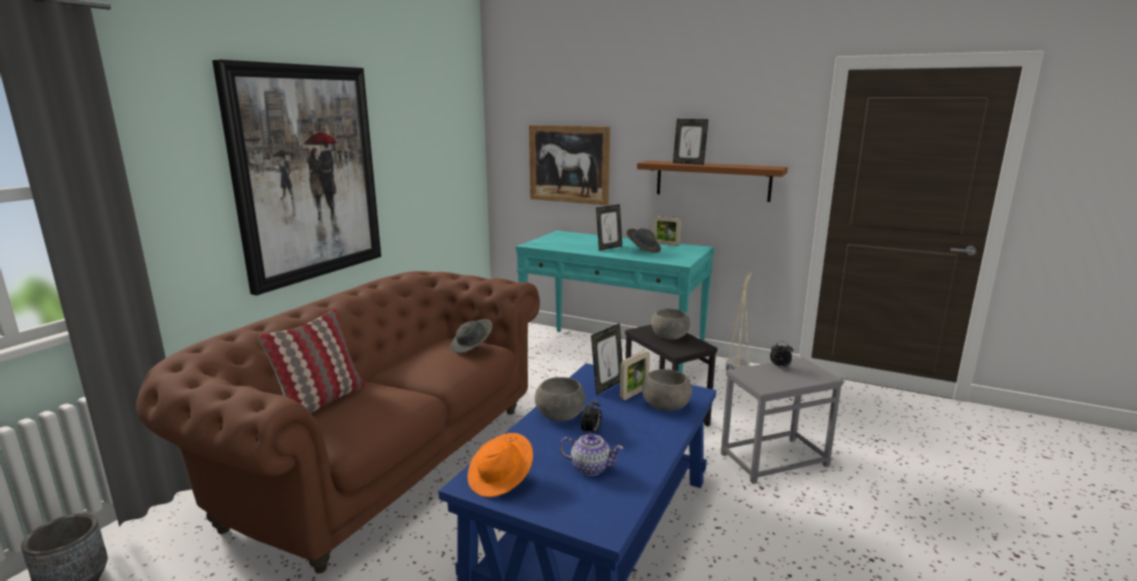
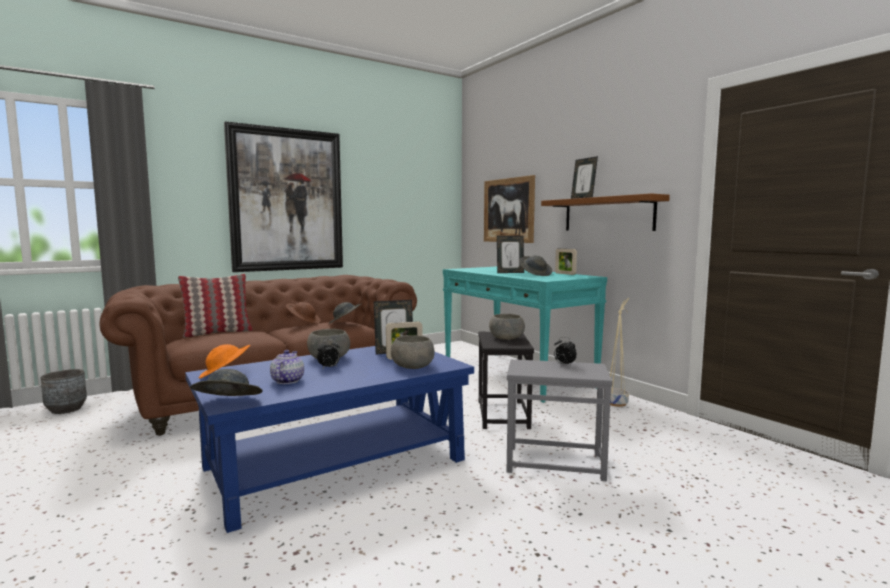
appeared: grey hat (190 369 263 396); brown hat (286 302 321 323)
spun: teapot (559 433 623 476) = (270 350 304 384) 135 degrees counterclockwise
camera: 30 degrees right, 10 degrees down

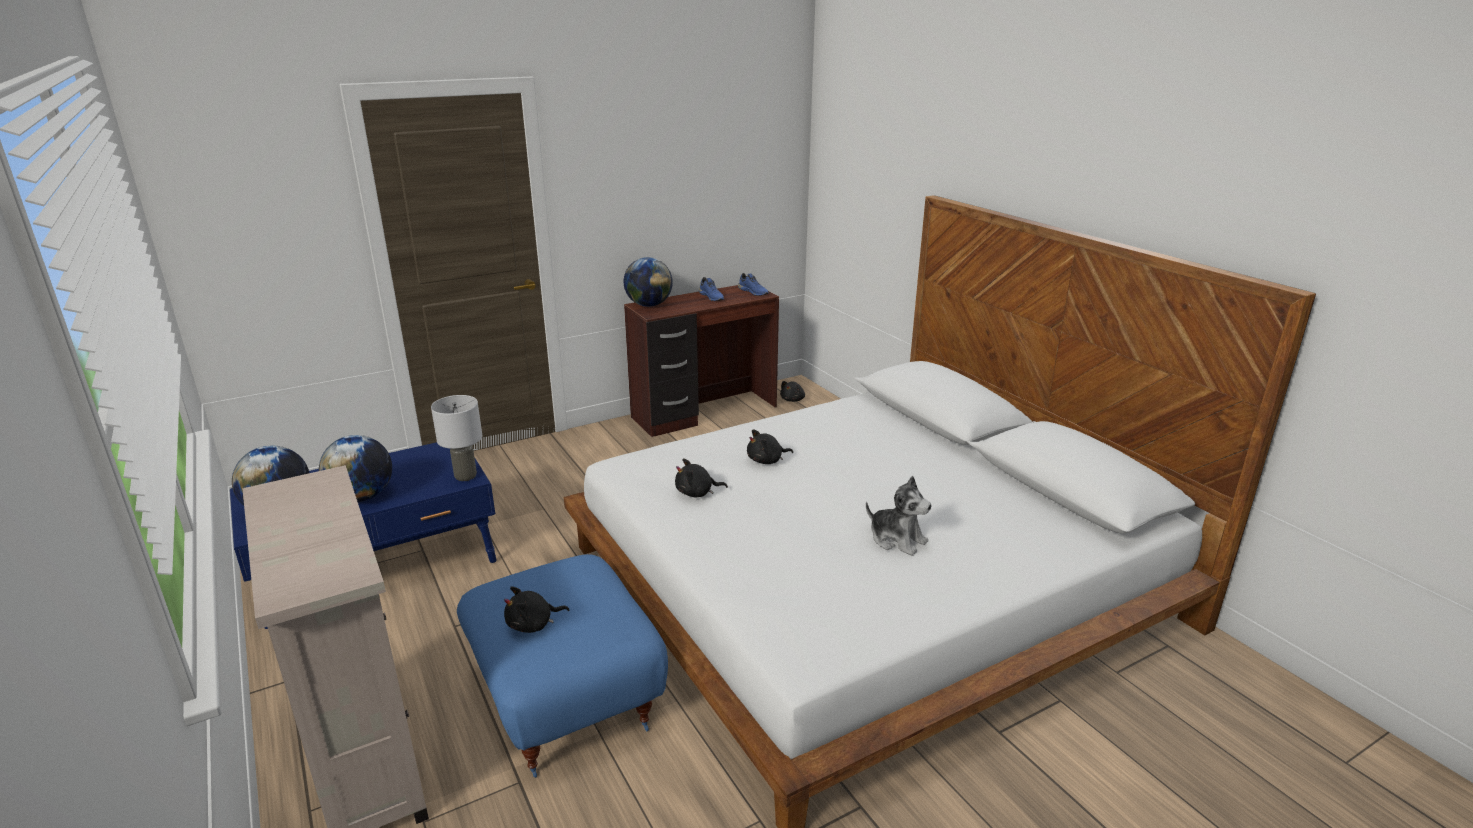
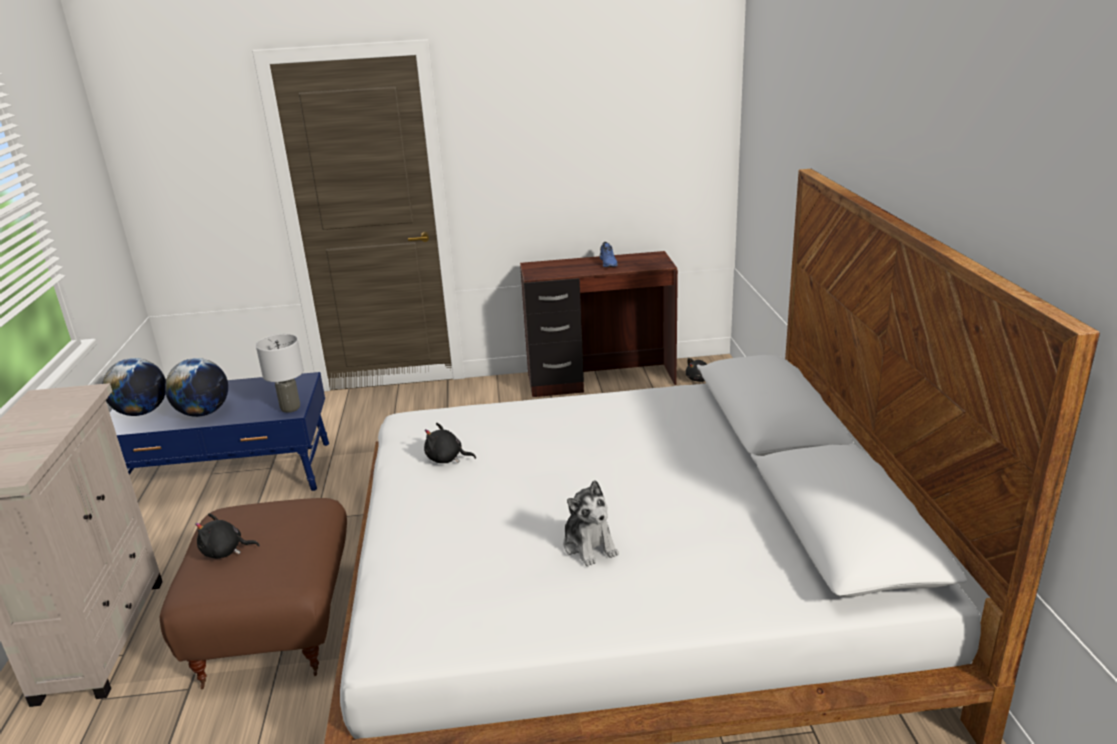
missing: globe (624 257 673 307); blue shoe (738 273 769 296); black plush toy (747 429 793 464)
colour: blue ottoman (457 554 668 778) to brown ottoman (160 498 347 689)
camera: 25 degrees right, 0 degrees up

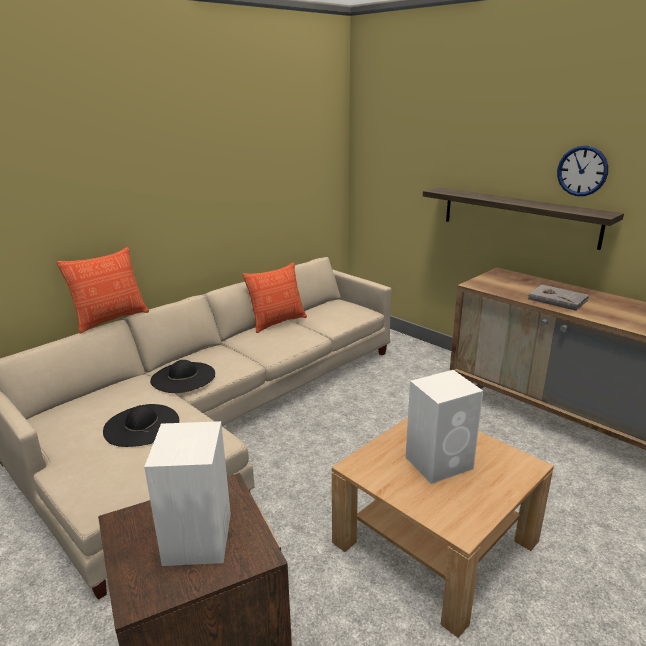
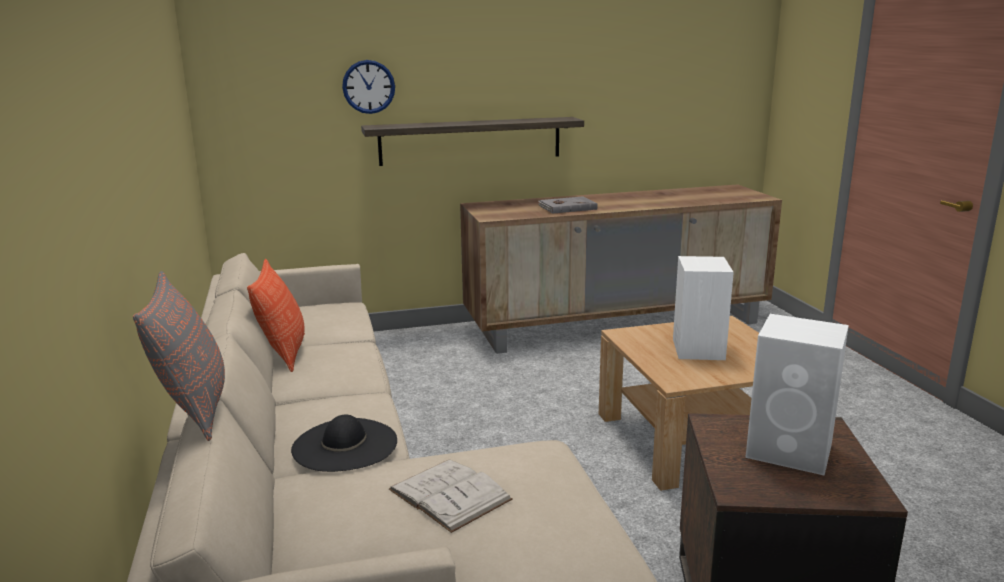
relocated: wall clock (557 146 608 196) to (342 60 395 114)
exchanged: black hat (103 404 179 447) to white book (389 459 513 533)
colour: orange pillow (57 247 149 334) to grey pillow (133 271 225 441)
camera: 60 degrees left, 5 degrees down

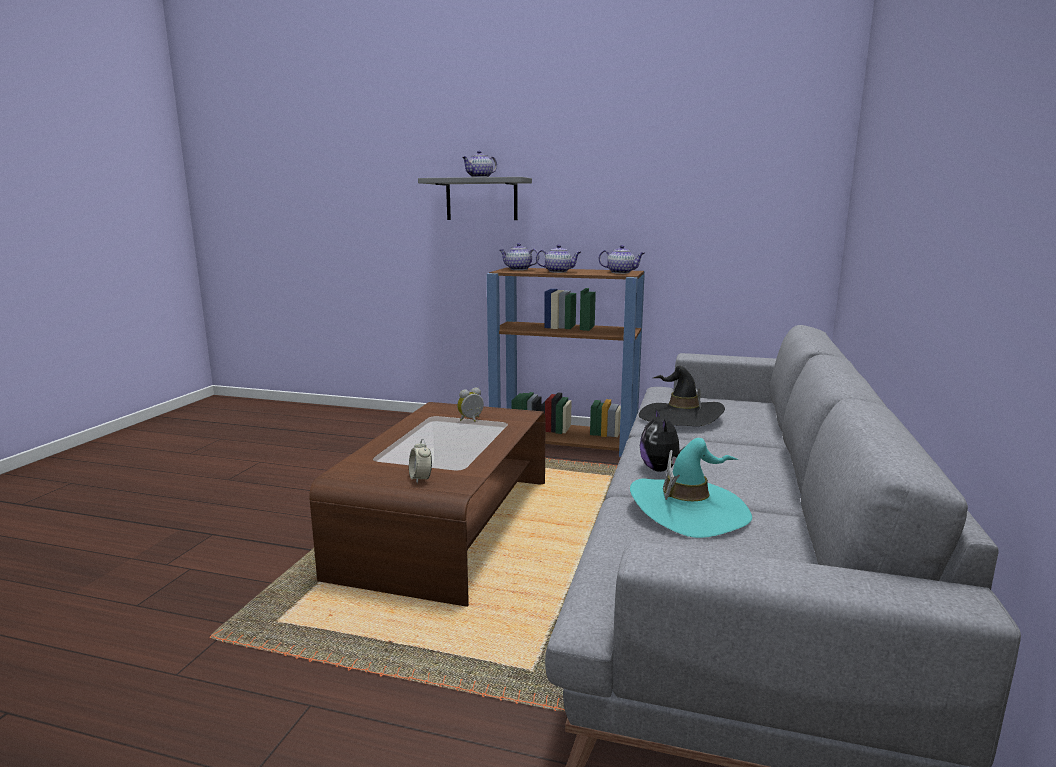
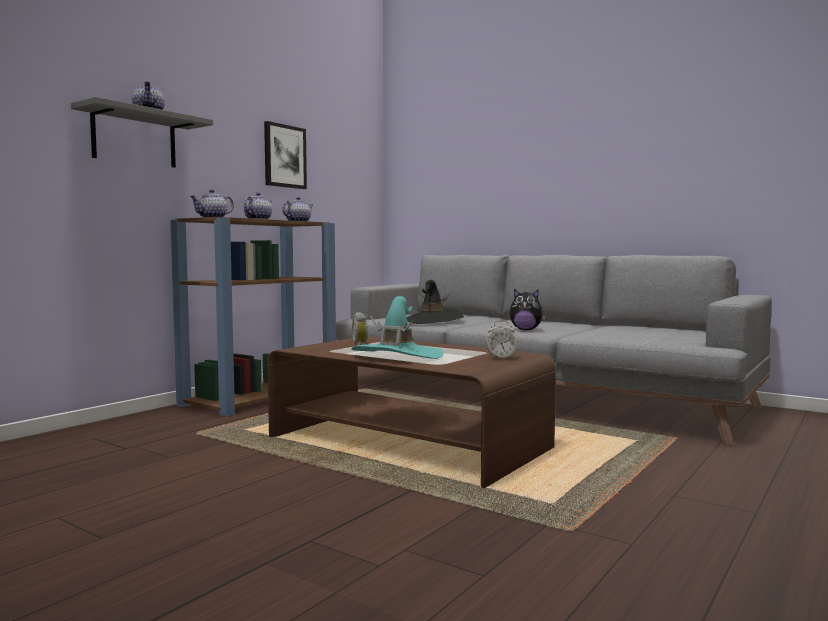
appeared: picture (264 121 307 189)
relocated: turquoise hat (630 438 752 538) to (351 296 444 359)
camera: 70 degrees left, 10 degrees down

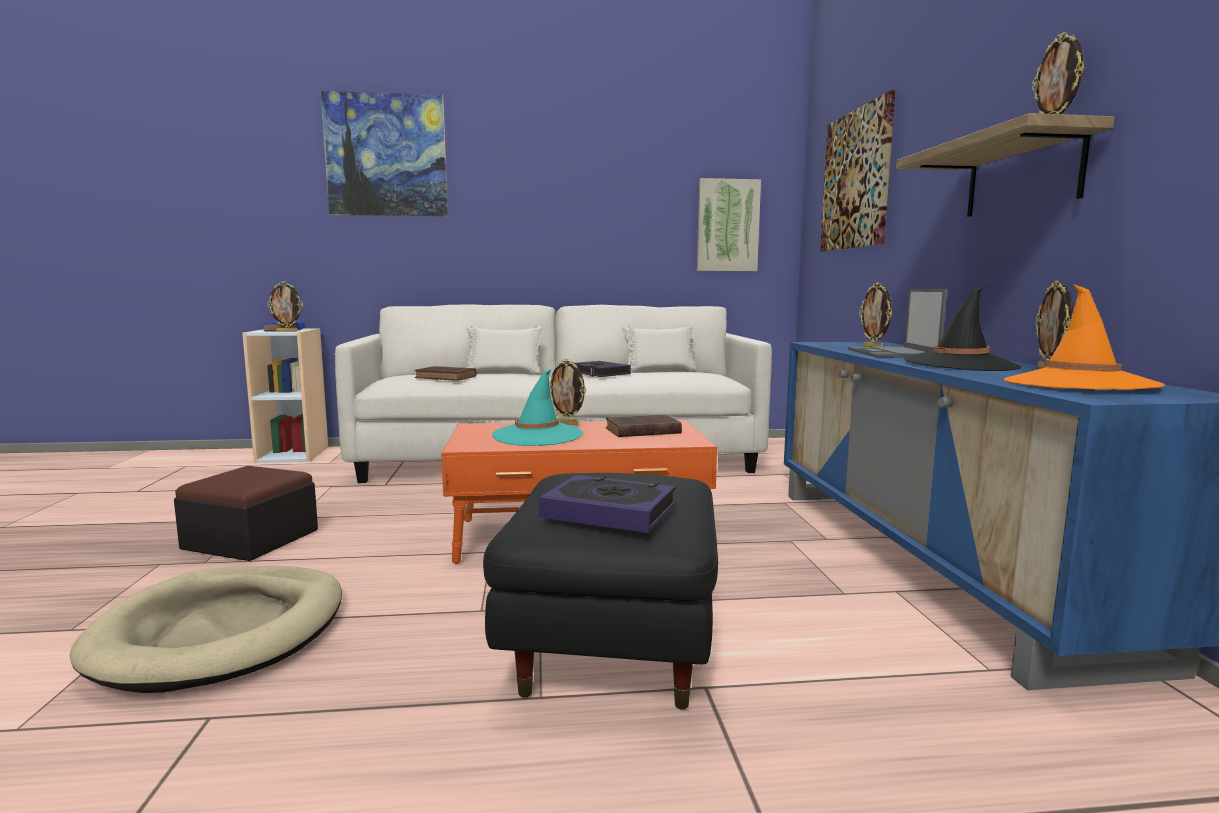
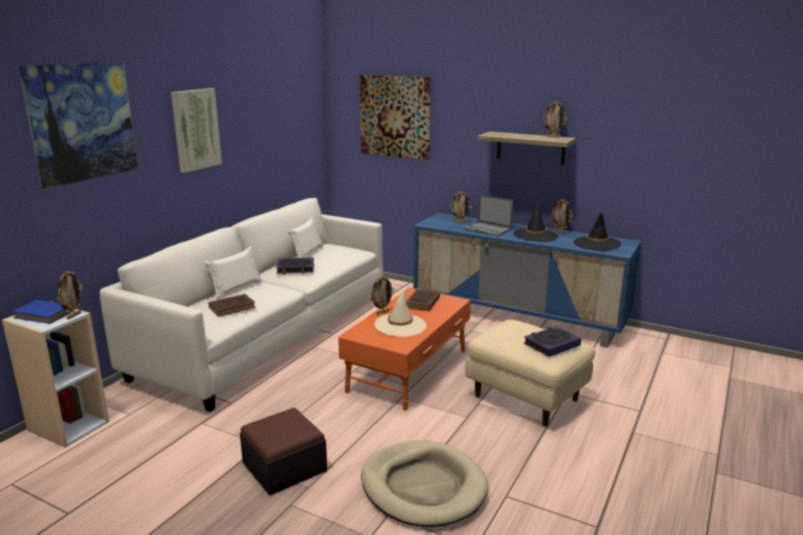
relocated: picture (697 178 761 271) to (171 88 222 173)
colour: black ottoman (483 473 718 710) to beige ottoman (465 320 595 427); turquoise hat (492 369 583 446) to beige hat (374 288 426 337); orange hat (1003 284 1165 390) to black hat (574 213 621 250)
camera: 55 degrees left, 10 degrees up

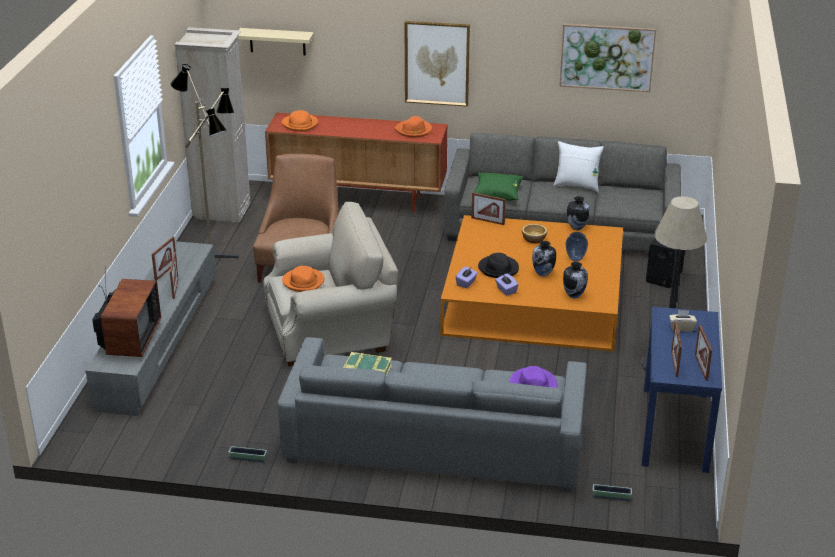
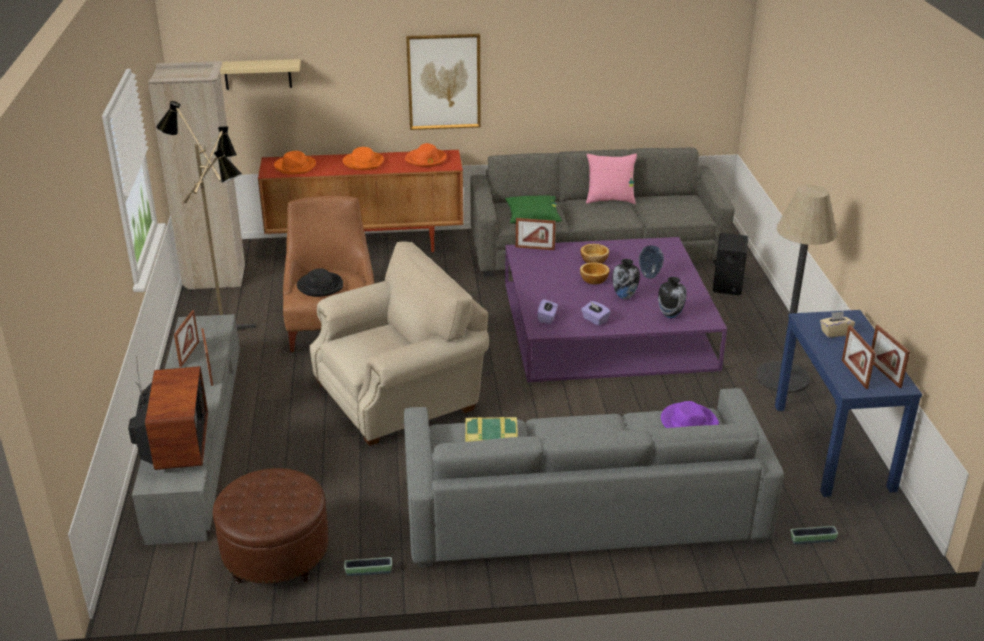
missing: picture (559 23 656 92); vase (567 196 590 230)
appeared: brown ottoman (213 468 329 584); bowl (580 263 610 284)
relocated: orange hat (282 266 324 292) to (343 147 384 170); black hat (478 253 519 278) to (297 268 343 297)
colour: orange coffee table (440 215 623 351) to purple coffee table (505 237 727 382); white pillow (553 141 604 192) to pink pillow (586 154 637 204)
camera: 15 degrees left, 0 degrees up

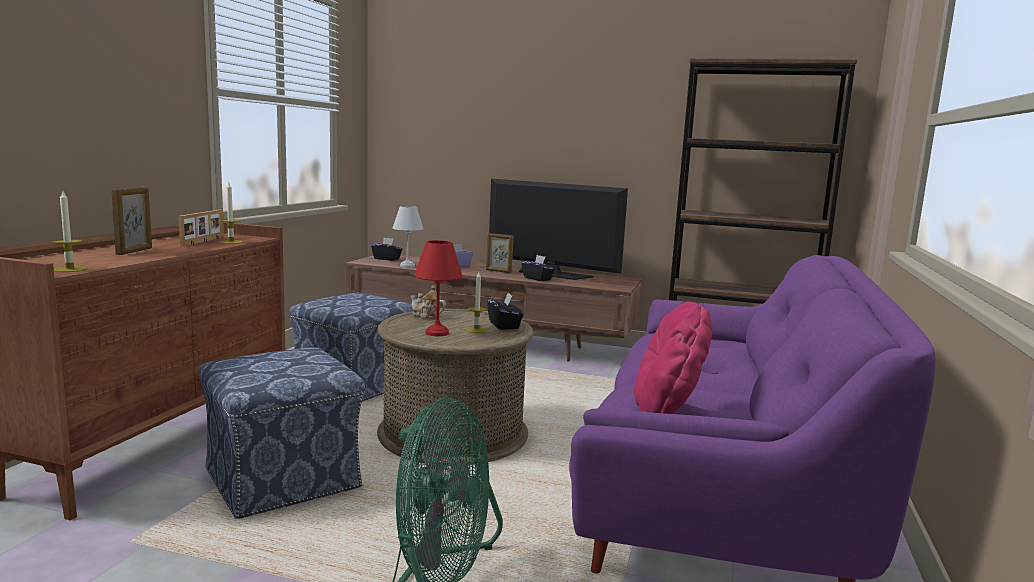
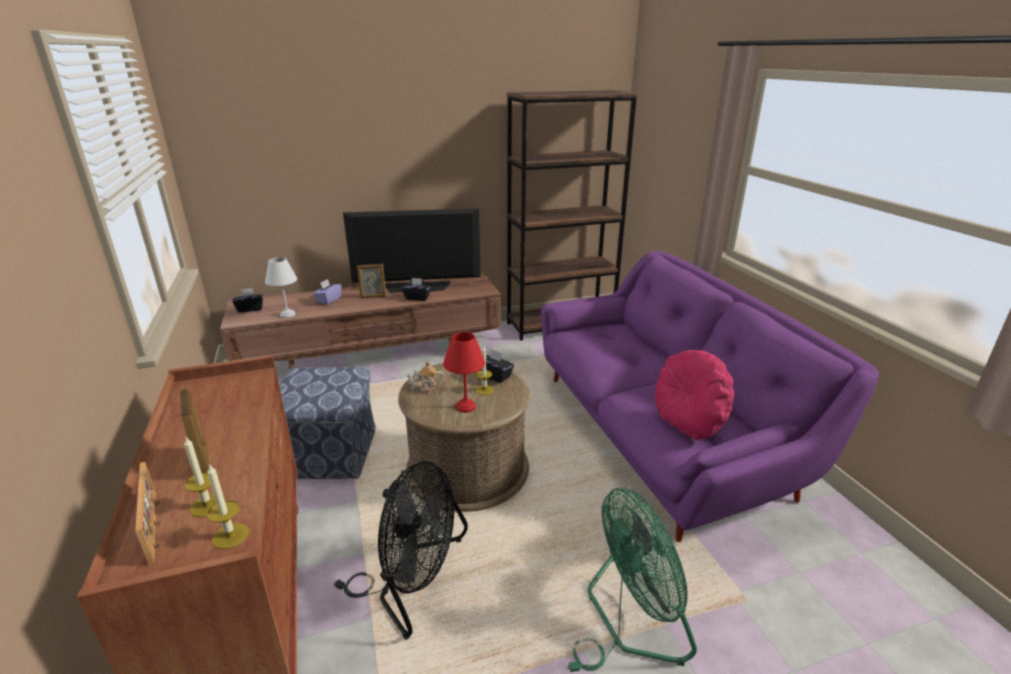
relocated: picture frame (179 209 224 246) to (135 462 159 565); candle (219 183 243 244) to (184 437 225 517)
exchanged: ottoman (198 347 365 519) to black fan (334 461 468 640)
camera: 35 degrees left, 15 degrees up

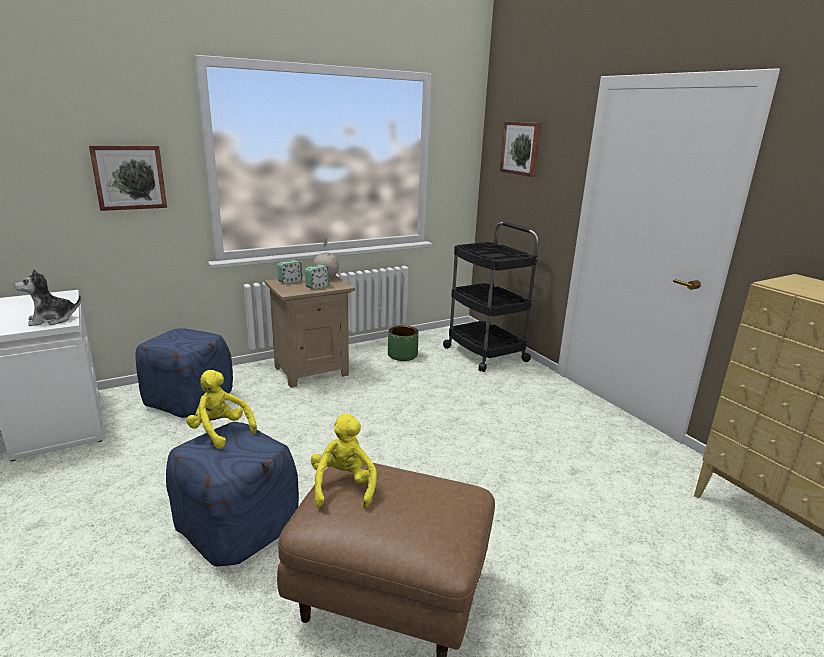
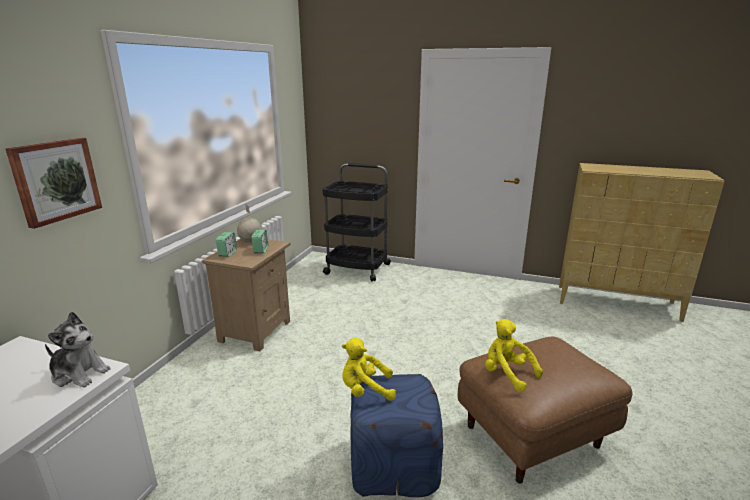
missing: blue ottoman (135 328 233 418); green planter (388 326 419 361); picture (500 121 541 177)
spun: plush toy (14 268 81 326) = (45 312 111 387) 90 degrees counterclockwise
camera: 40 degrees left, 0 degrees up

